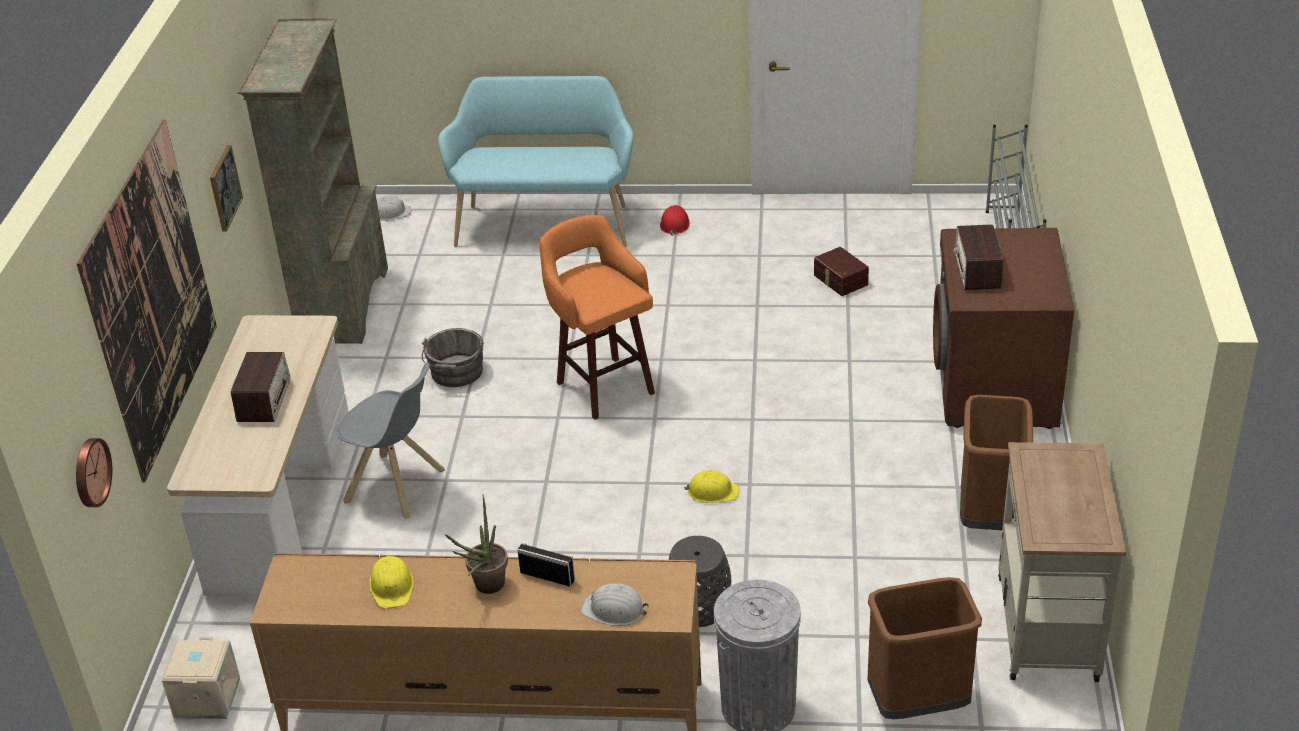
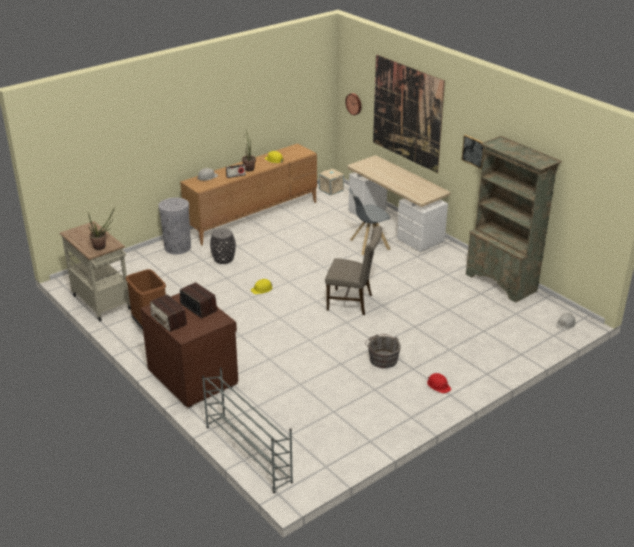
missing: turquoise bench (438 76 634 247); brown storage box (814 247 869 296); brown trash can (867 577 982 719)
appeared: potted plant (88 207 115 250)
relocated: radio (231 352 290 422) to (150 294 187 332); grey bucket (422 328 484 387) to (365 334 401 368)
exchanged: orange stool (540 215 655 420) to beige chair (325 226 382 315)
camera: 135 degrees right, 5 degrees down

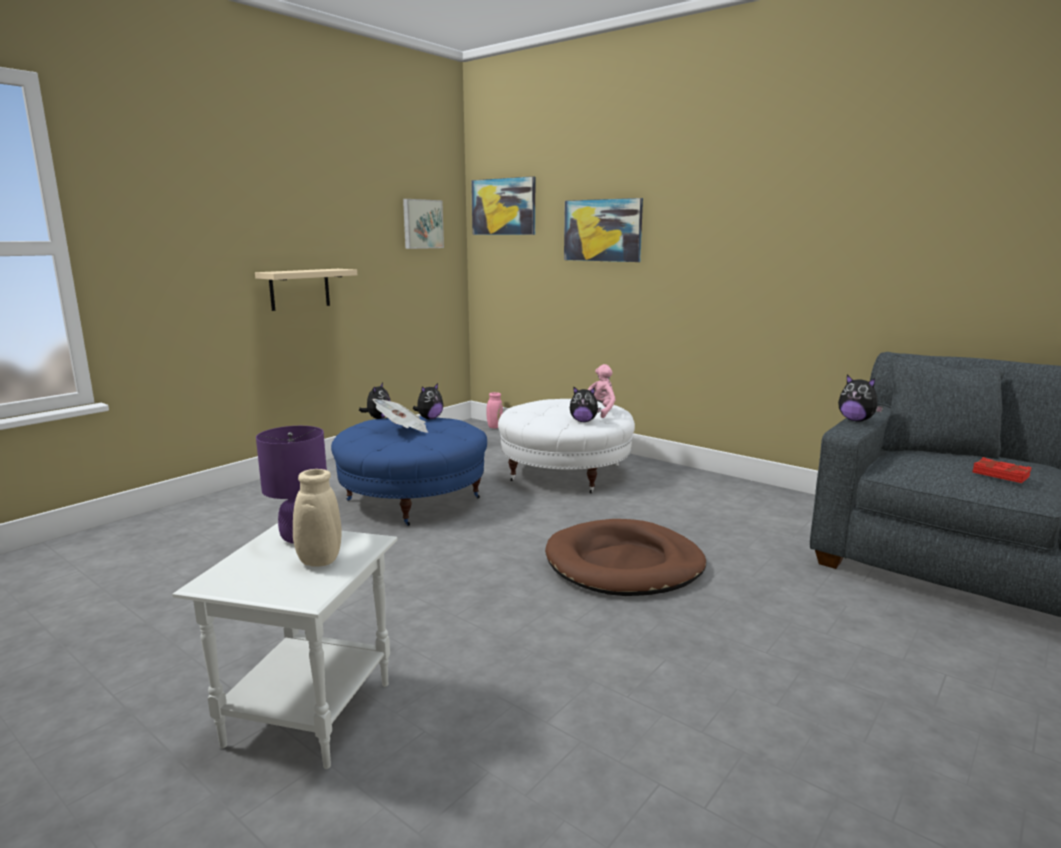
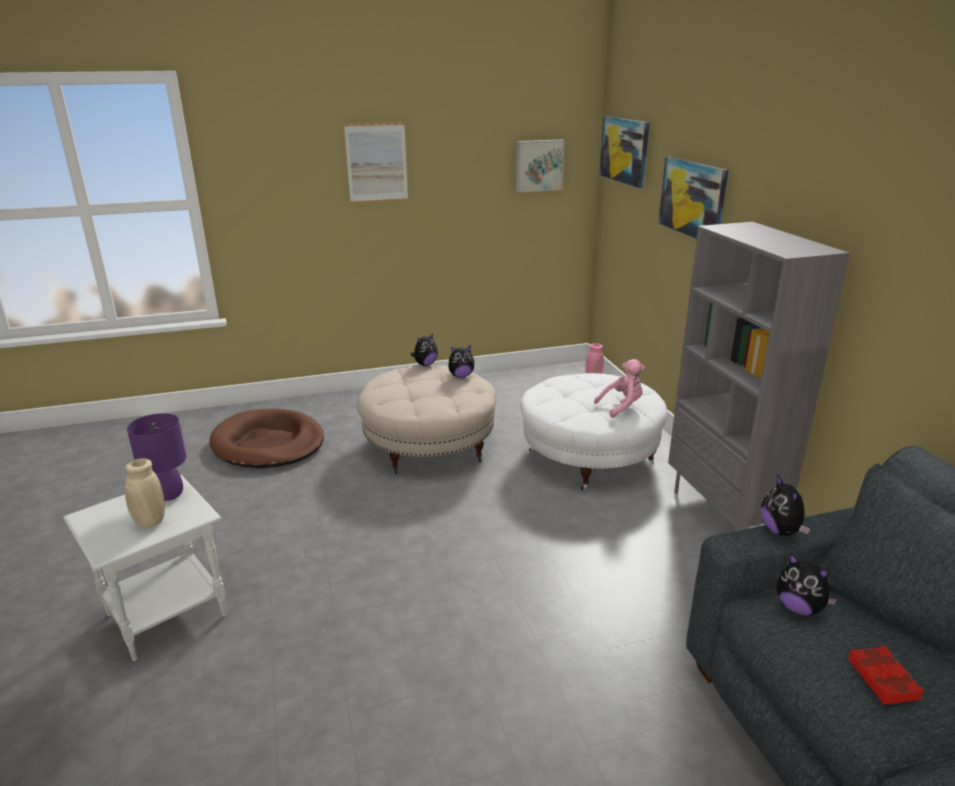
missing: beige shelf (255 269 357 311); newspaper (373 399 428 433)
appeared: picture (344 123 408 203); grey bookcase (668 222 850 532)
relocated: brown dog bed (545 519 706 596) to (210 409 324 468); plush toy (570 386 601 422) to (777 553 837 616)
colour: blue ottoman (331 416 487 526) to beige ottoman (357 365 496 474)
camera: 35 degrees right, 10 degrees up

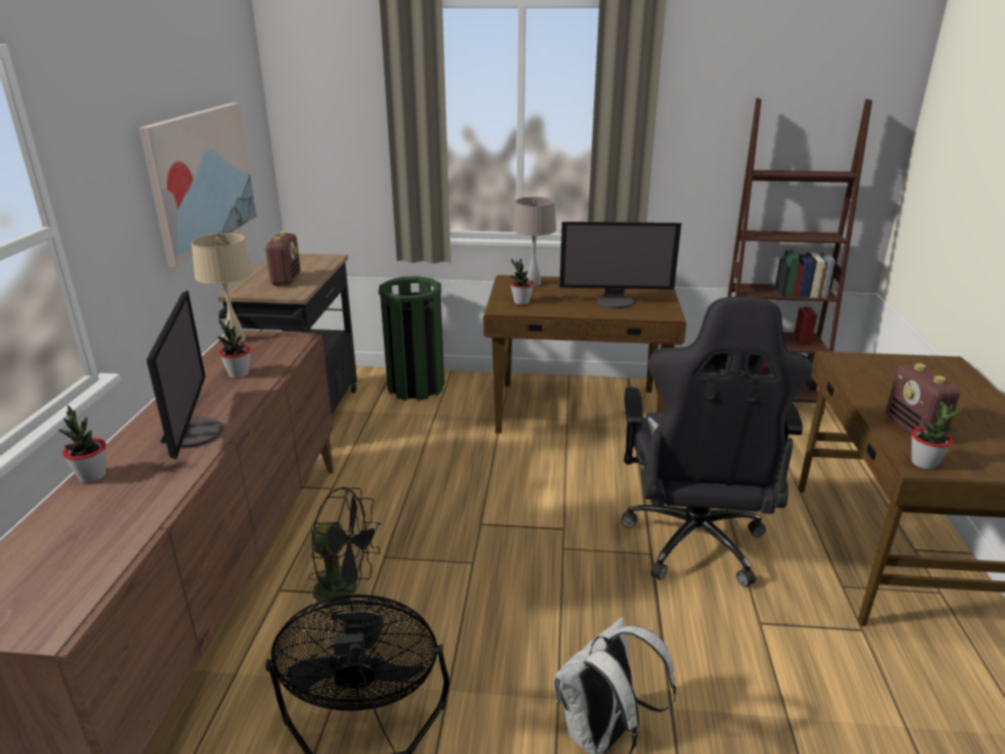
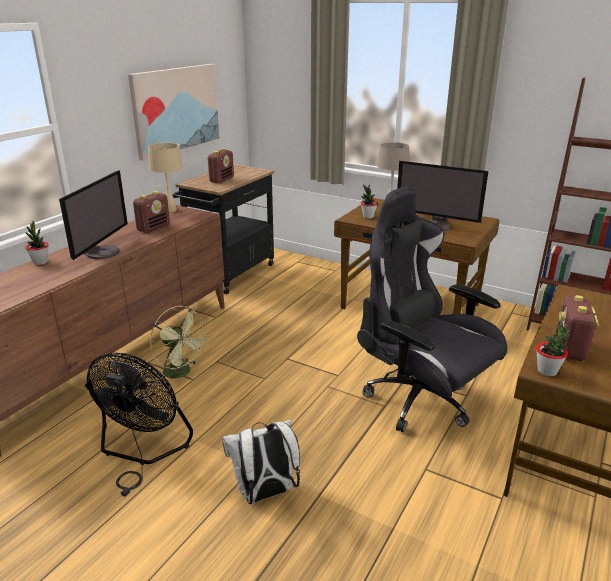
missing: green trash can (379 276 444 401)
exchanged: potted plant (217 318 251 378) to radio (133 191 170 233)
colour: black fan (309 487 381 619) to green fan (150 306 209 386)
spun: black office chair (621 296 813 587) = (357 187 507 432) 105 degrees clockwise
camera: 25 degrees right, 0 degrees up

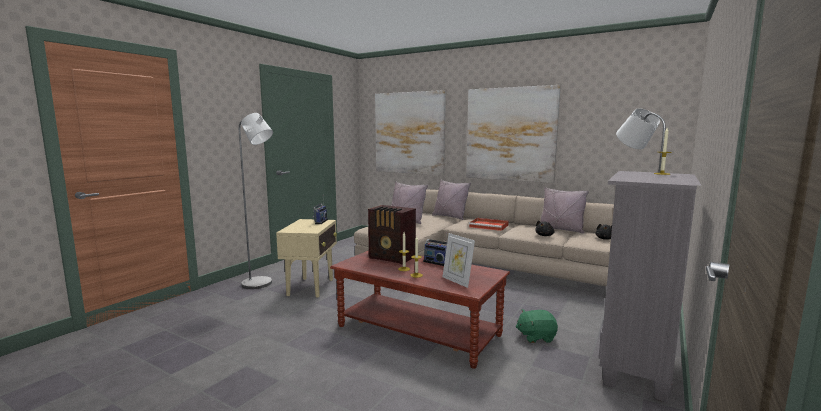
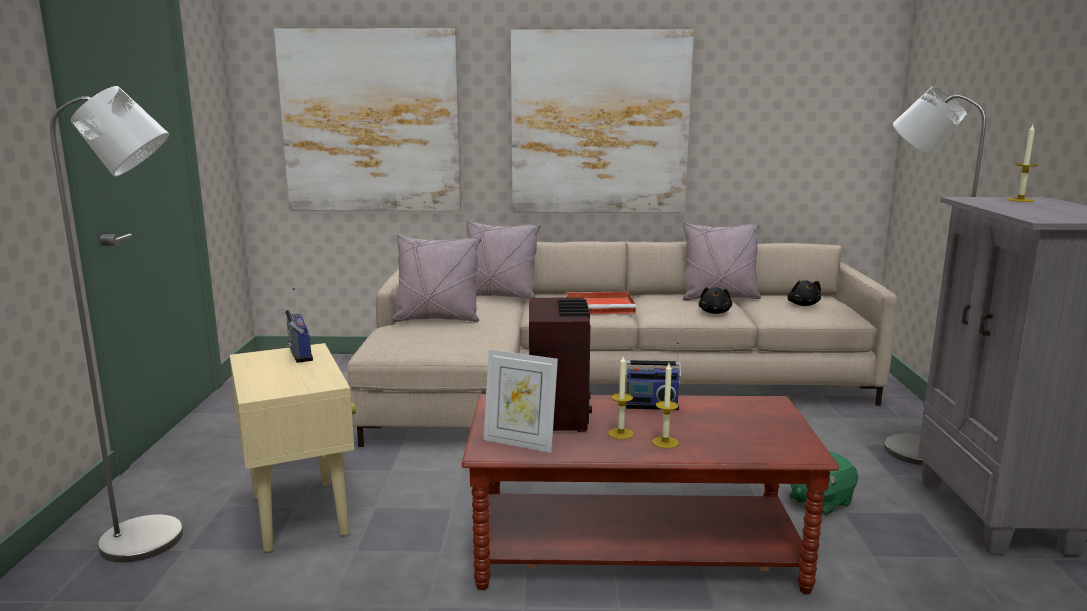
relocated: picture frame (443 233 475 288) to (484 349 558 453)
spun: radio (368 205 416 264) = (529 297 592 432) 90 degrees counterclockwise
camera: 30 degrees left, 5 degrees up

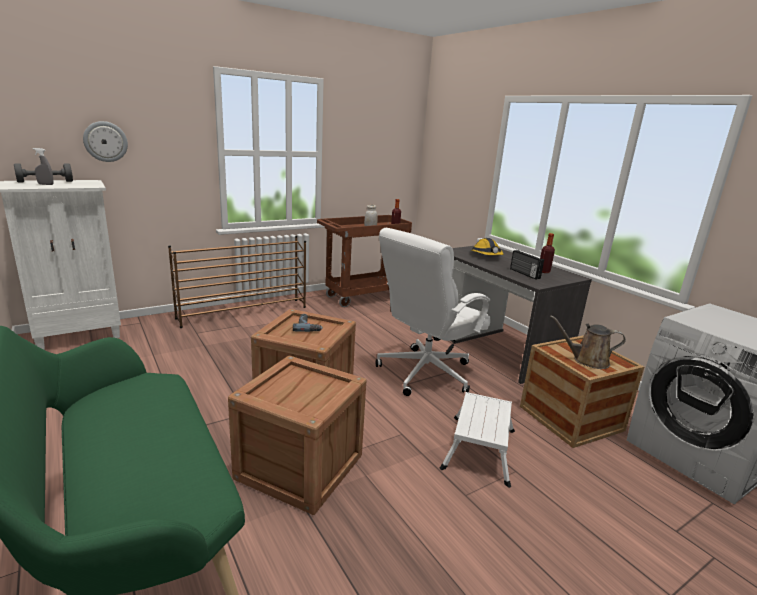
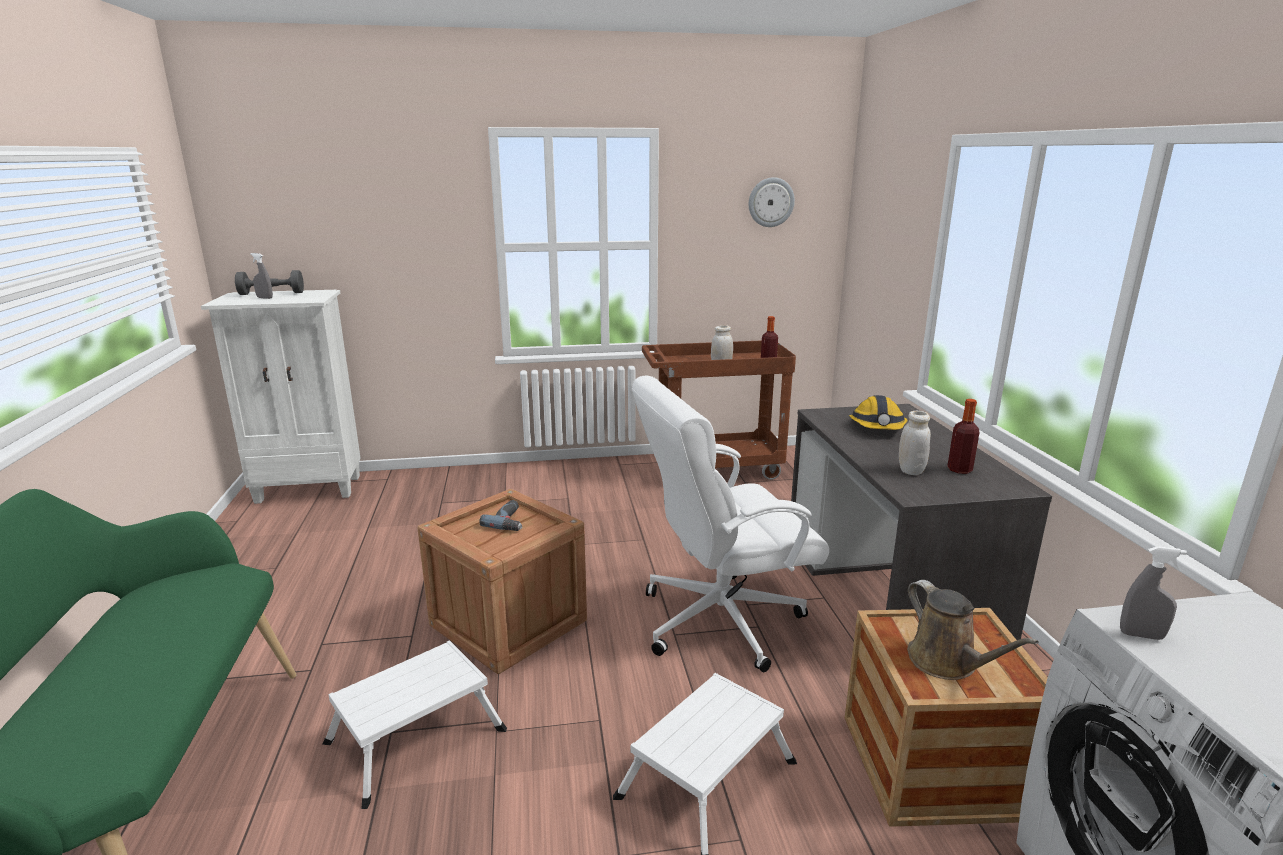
missing: brown shoe rack (168 236 306 328)
appeared: grey spray bottle (1120 546 1187 640)
relocated: wall clock (83 121 128 162) to (749 177 795 227)
exchanged: crate (228 356 367 515) to white step ladder (322 640 507 809); radio (510 250 544 280) to white jar (899 411 931 475)
spun: brown watering can (550 316 626 369) = (907 580 1039 680) 150 degrees counterclockwise
camera: 25 degrees right, 0 degrees up

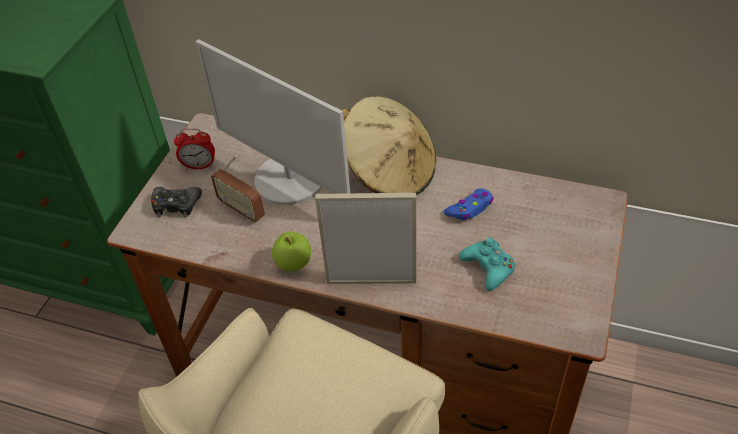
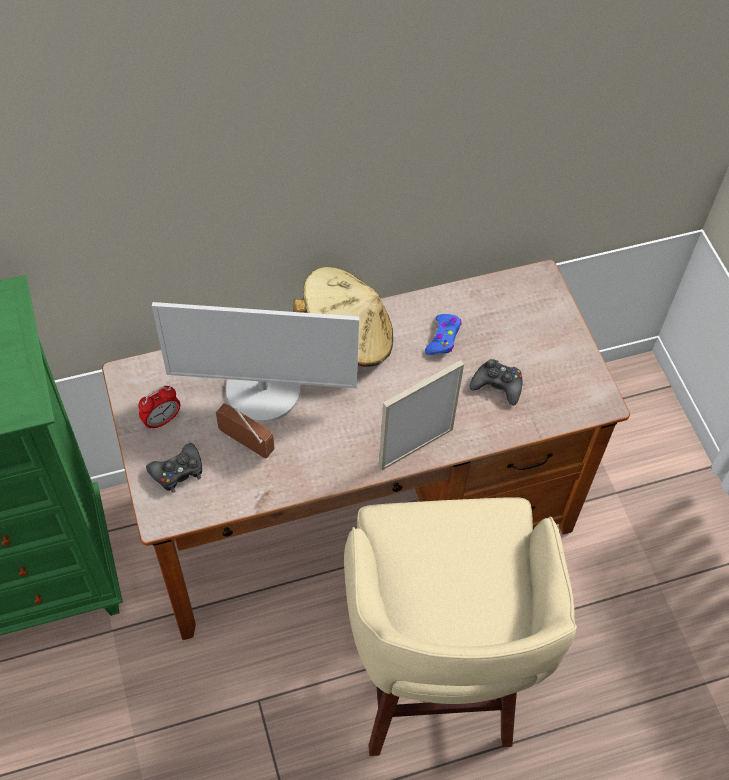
missing: apple (272 231 311 272)
colour: turquoise game controller (459 238 515 291) to black game controller (470 359 523 406)
spun: radio (211 155 265 222) = (216 403 275 458) 150 degrees counterclockwise
camera: 40 degrees left, 10 degrees up

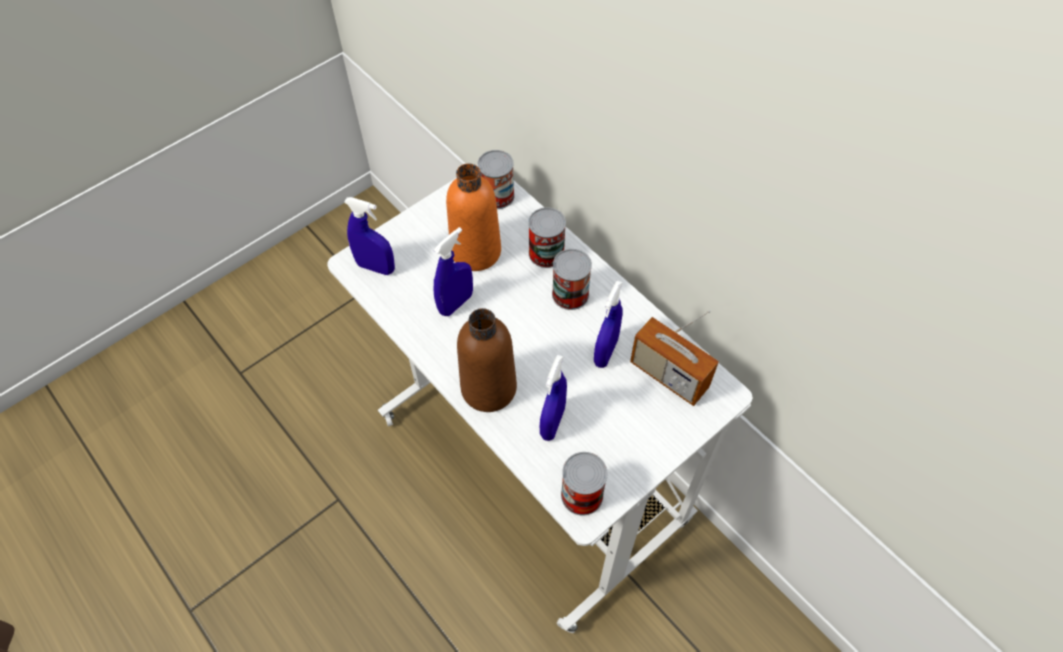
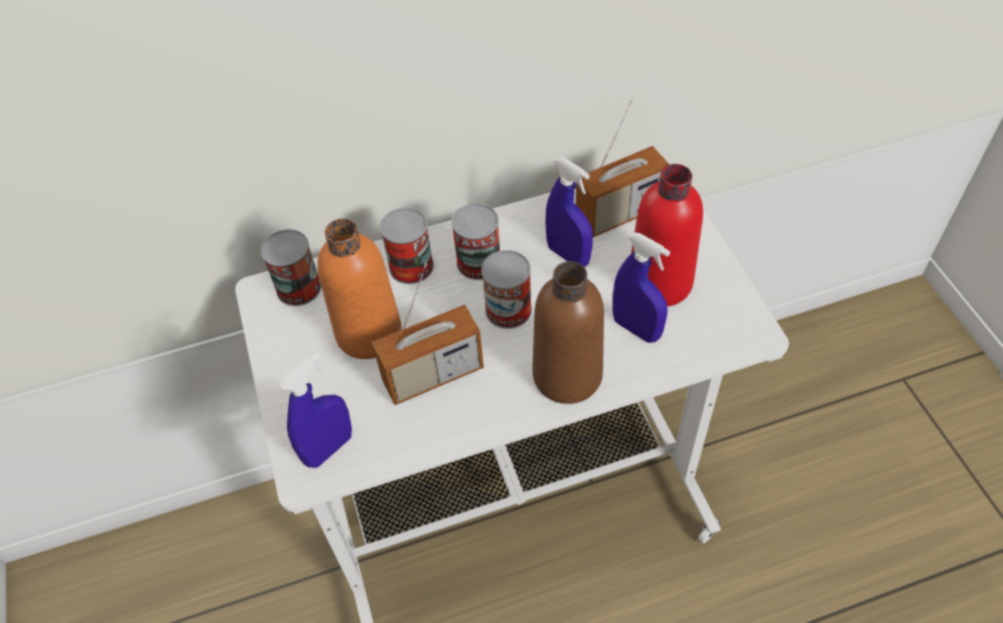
appeared: red bottle (631 164 703 307)
relocated: can (561 452 607 516) to (481 250 532 329)
exchanged: blue spray bottle (434 227 473 316) to radio (372 263 484 405)
camera: 65 degrees left, 5 degrees down

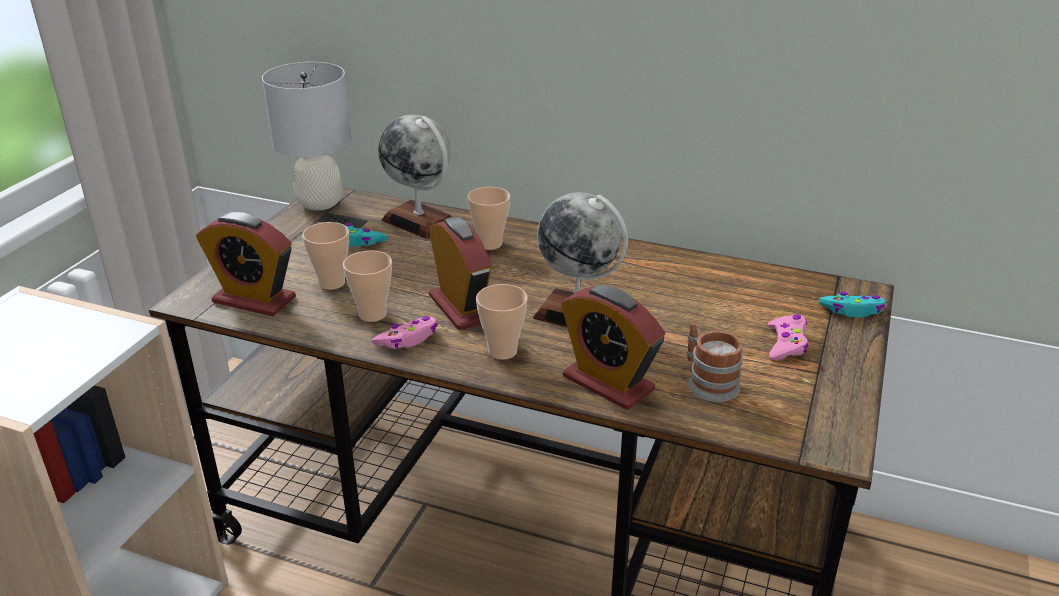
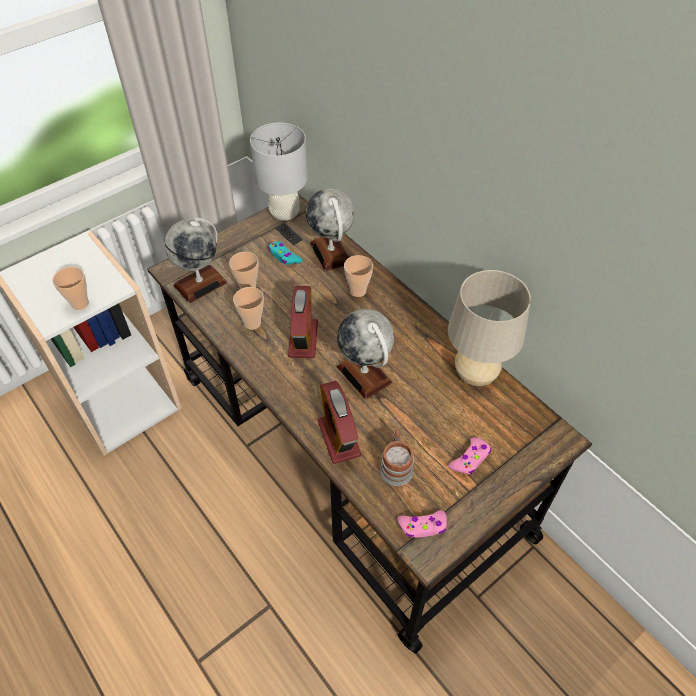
missing: turquoise game controller (819 292 886 317)
appeared: beige table lamp (448 270 531 386)
relocated: pink game controller (372 316 438 349) to (397 510 447 538); cup (476 284 528 360) to (52 267 89 310)
exchanged: alarm clock (196 212 296 317) to globe (164 218 227 303)
camera: 30 degrees right, 20 degrees up

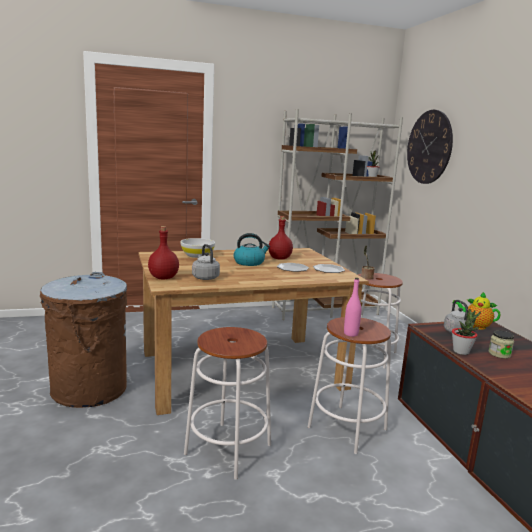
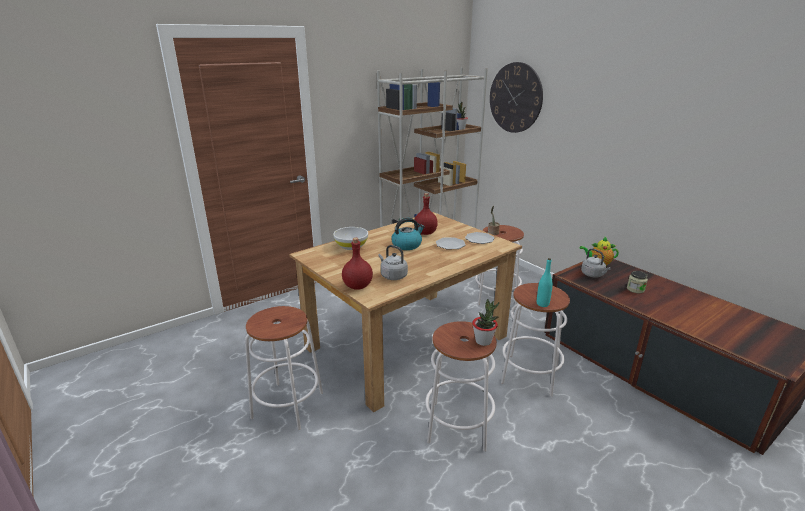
relocated: potted plant (452 309 481 355) to (472 299 499 346)
exchanged: brown trash can (40 272 127 408) to white stool (245 306 323 430)
colour: pink bottle (344 278 361 337) to turquoise bottle (537 258 553 307)
camera: 20 degrees left, 10 degrees up

